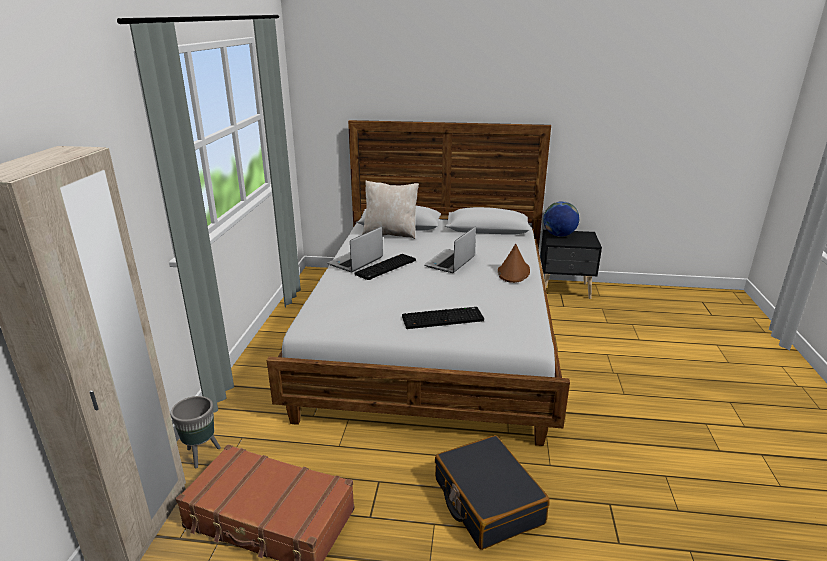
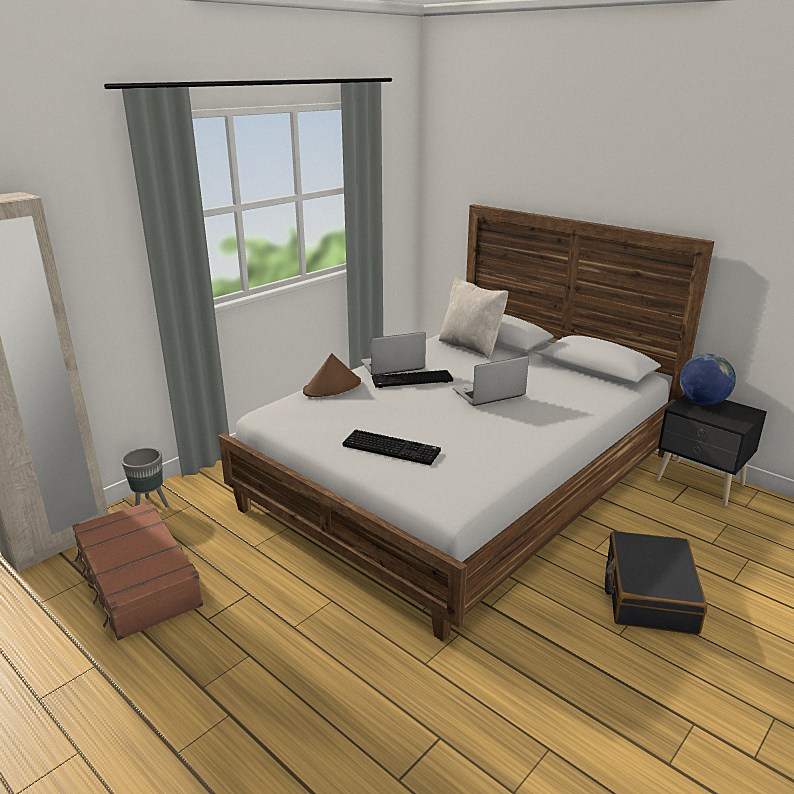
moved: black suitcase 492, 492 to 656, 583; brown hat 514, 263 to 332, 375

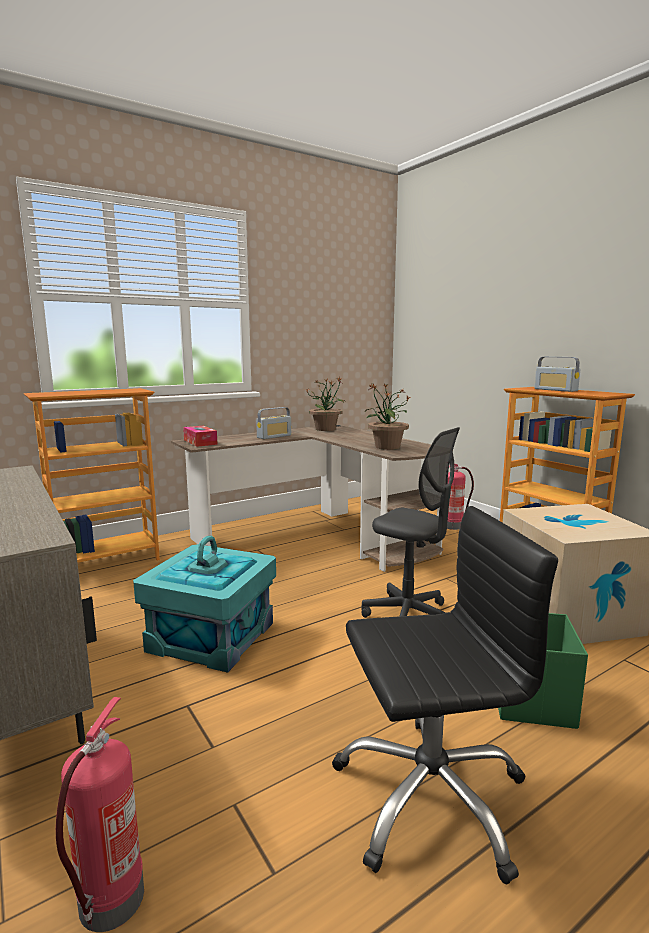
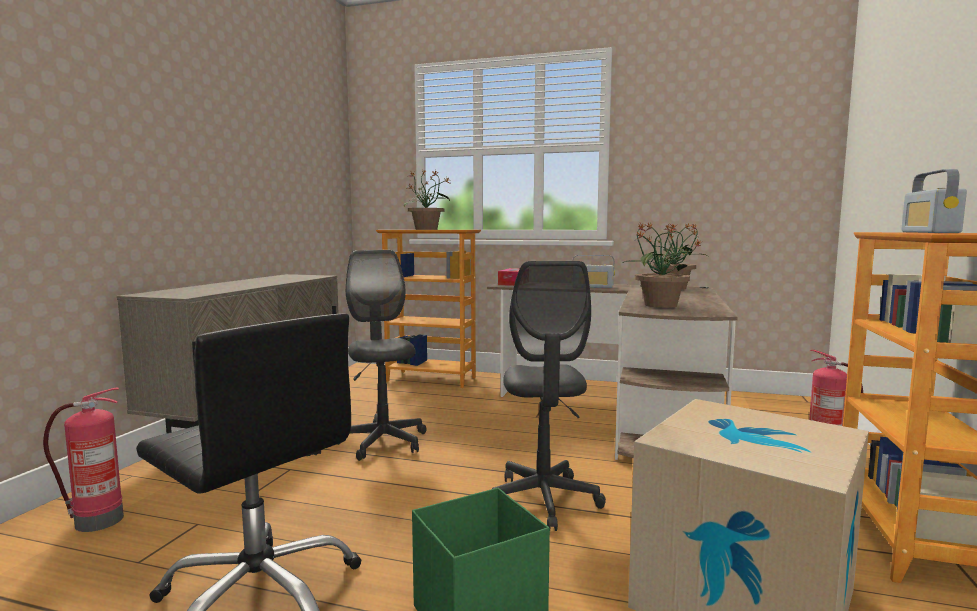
added: potted plant 427, 199
replaced: turquoise storage box 204, 604 to grey office chair 381, 355

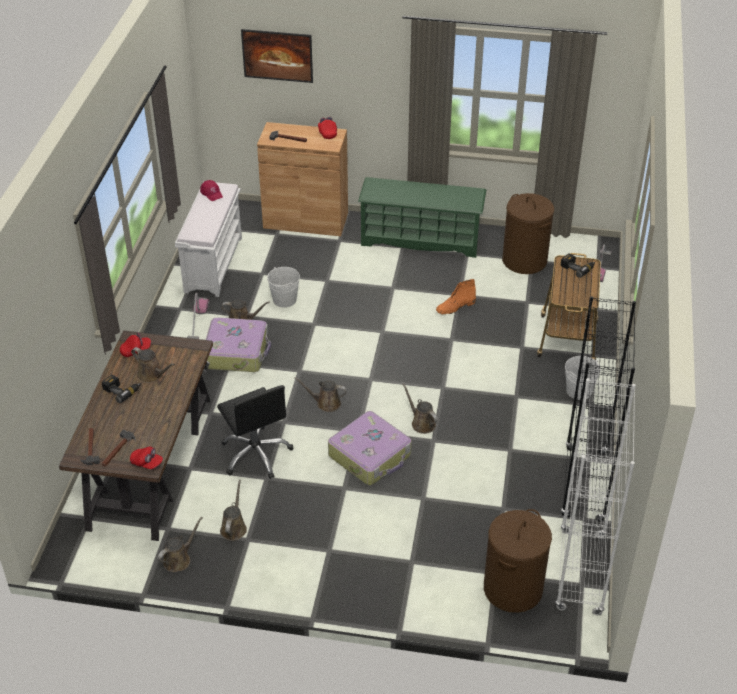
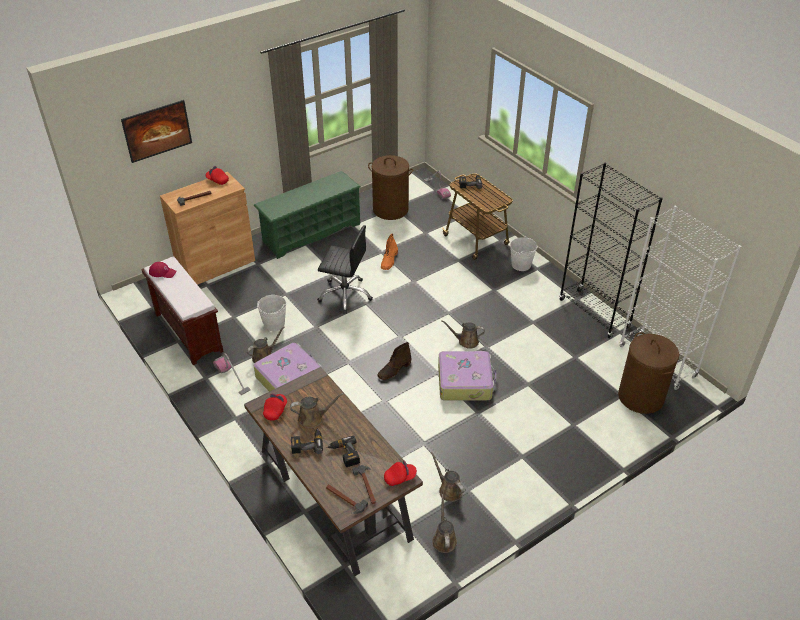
added: power drill 343, 451
moved: black office chair 255, 432 to 345, 269
replaced: brown watering can 320, 394 to brown boot 394, 361
recoloured: white bench 208, 239 to brown bench 182, 310

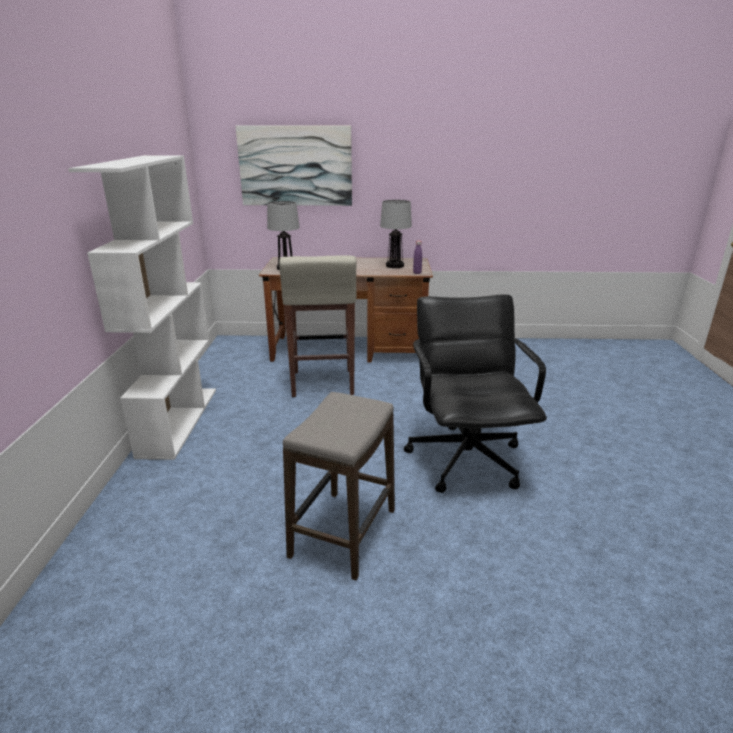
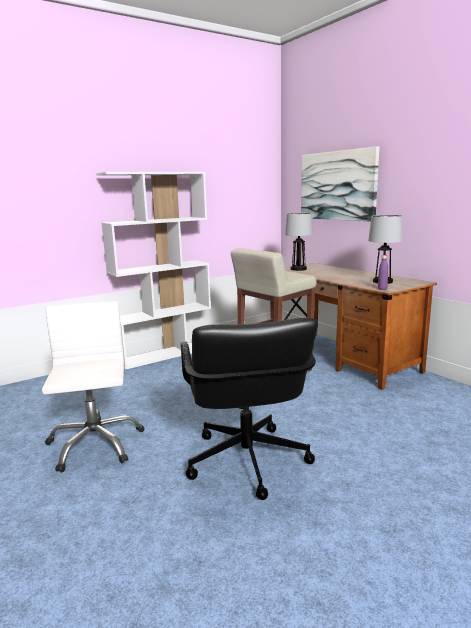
replaced: stool 339, 486 to white office chair 93, 387
turned: black office chair 475, 394 = 249, 409 120 degrees clockwise

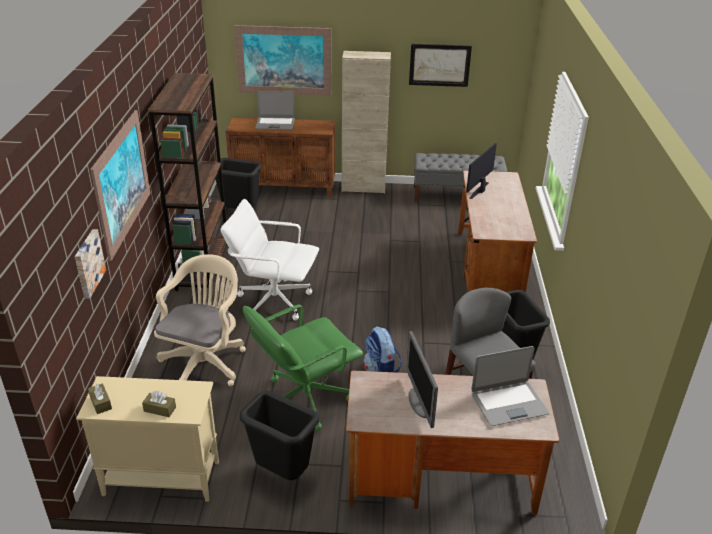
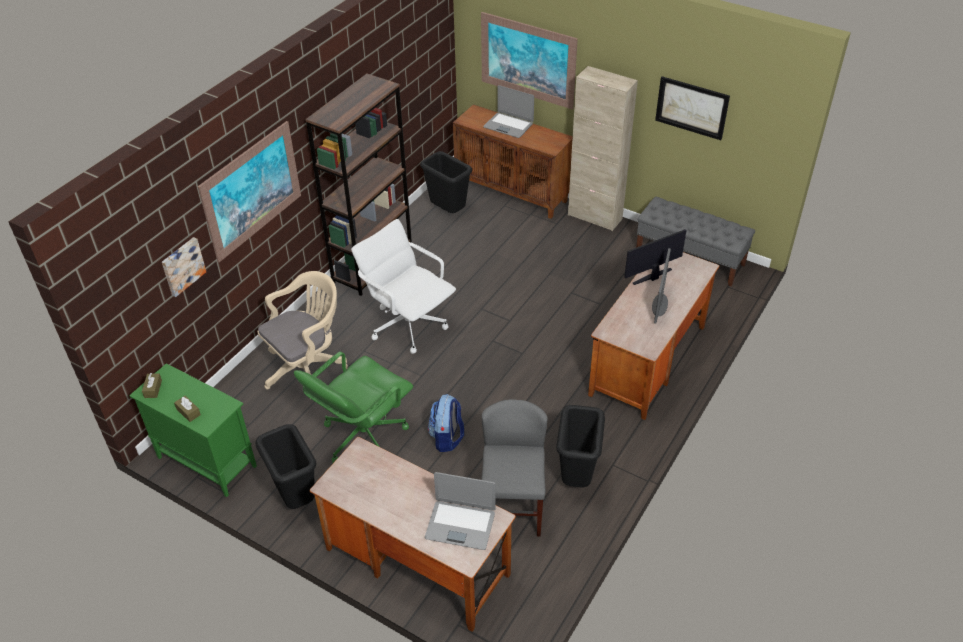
moved: monitor 422, 379 to 661, 285
recoloured: beige cabinet 147, 439 to green cabinet 193, 430
turned: green office chair 303, 367 = 353, 407 45 degrees counterclockwise

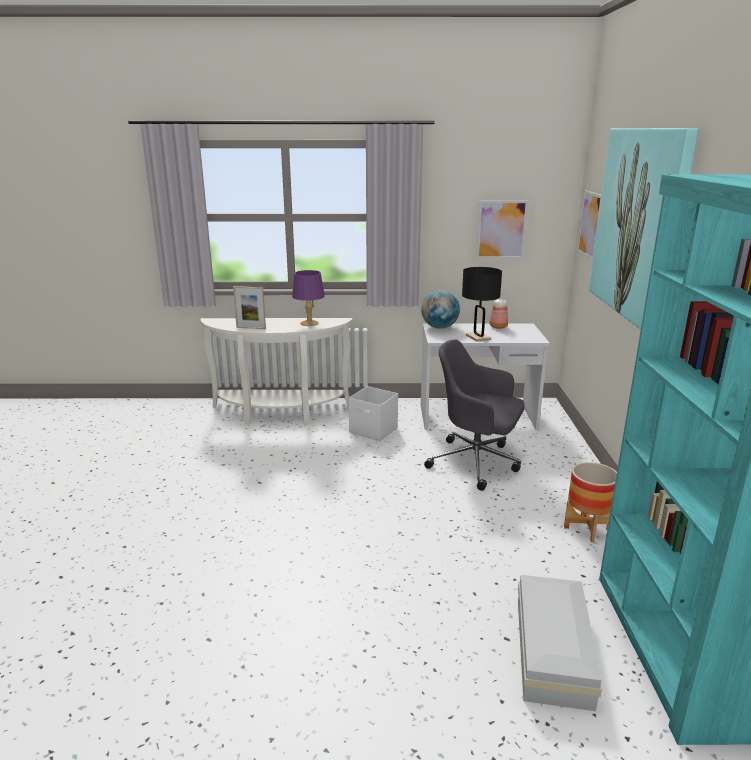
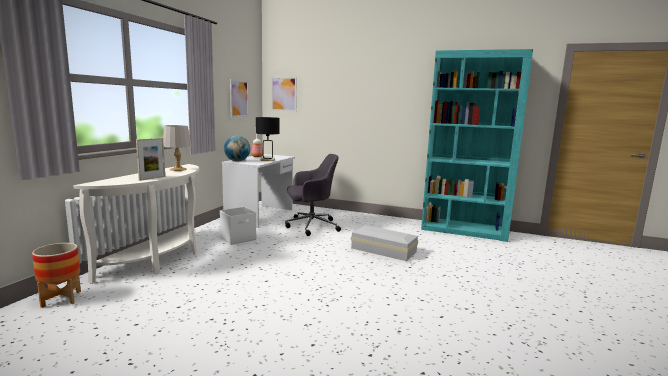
removed: picture 643, 229
moved: white storage box 560, 643 to 384, 243; planter 590, 502 to 56, 275
recoloured: purple table lamp 308, 298 to grey table lamp 177, 148
turned: grey office chair 474, 415 = 313, 195 150 degrees counterclockwise

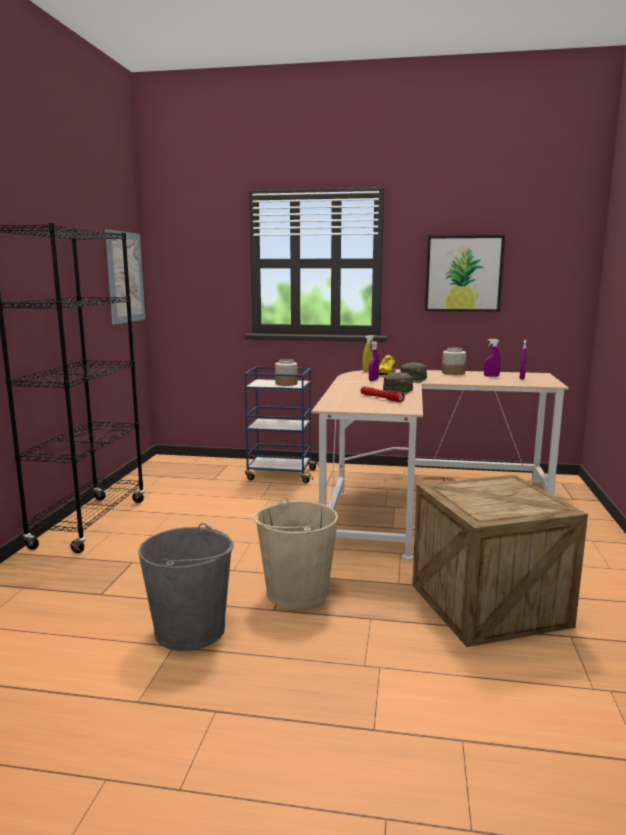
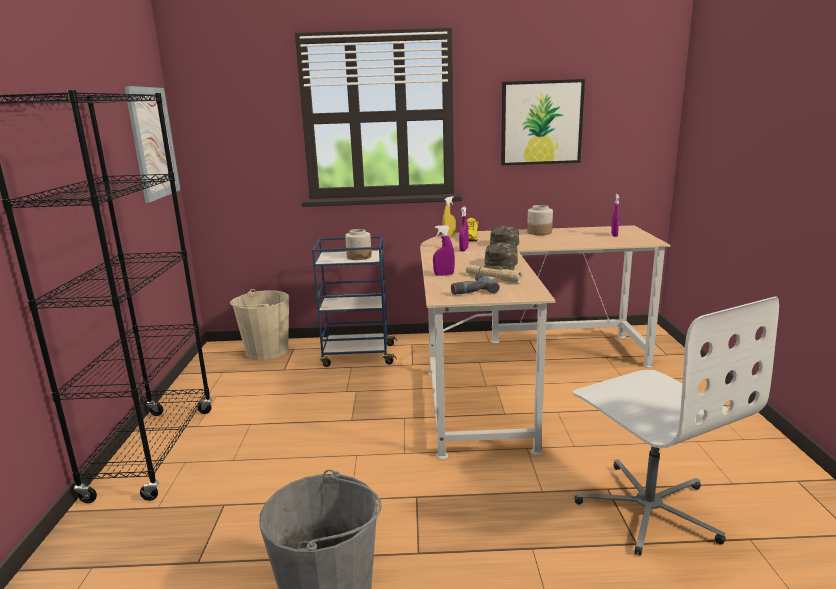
added: power drill 475, 284
moved: beige bucket 295, 553 to 259, 324; purple spray bottle 492, 358 to 444, 250
replaced: crate 500, 561 to white office chair 676, 426
recoloured: red flashlight 383, 394 to beige flashlight 494, 274

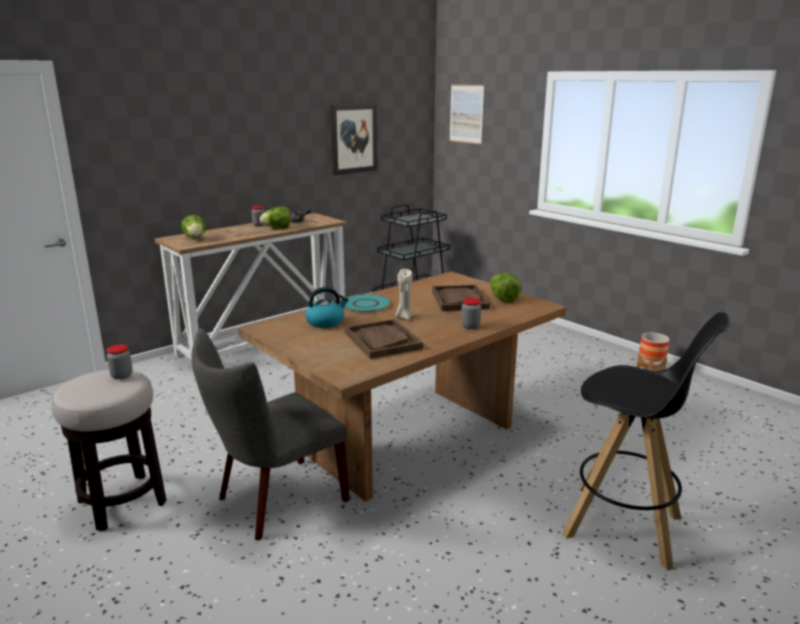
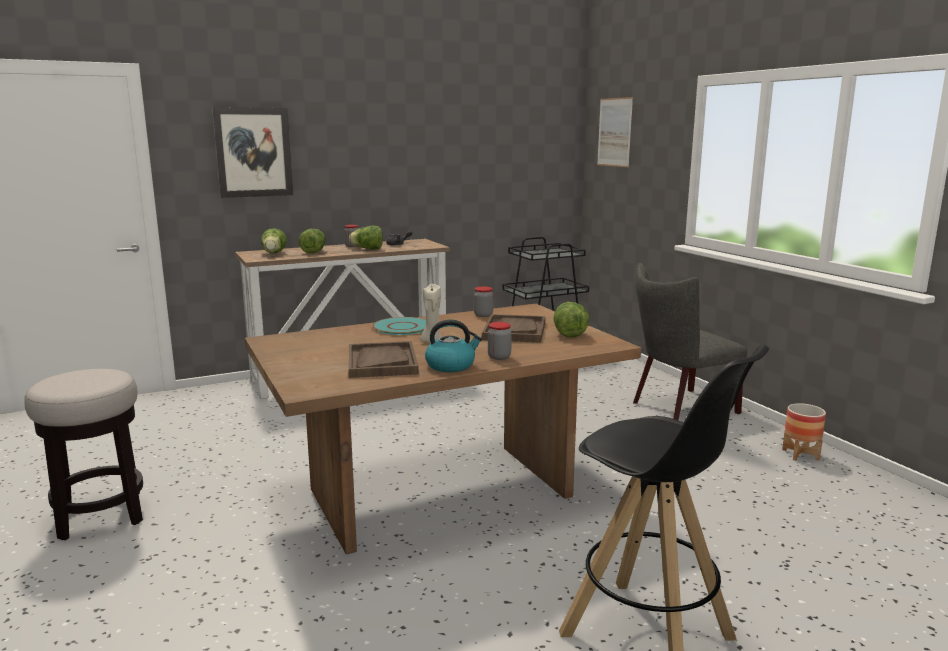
added: lettuce 312, 241
moved: jar 120, 361 to 483, 302; grey chair 270, 434 to 690, 341; kettle 327, 307 to 453, 345; picture 354, 139 to 252, 152

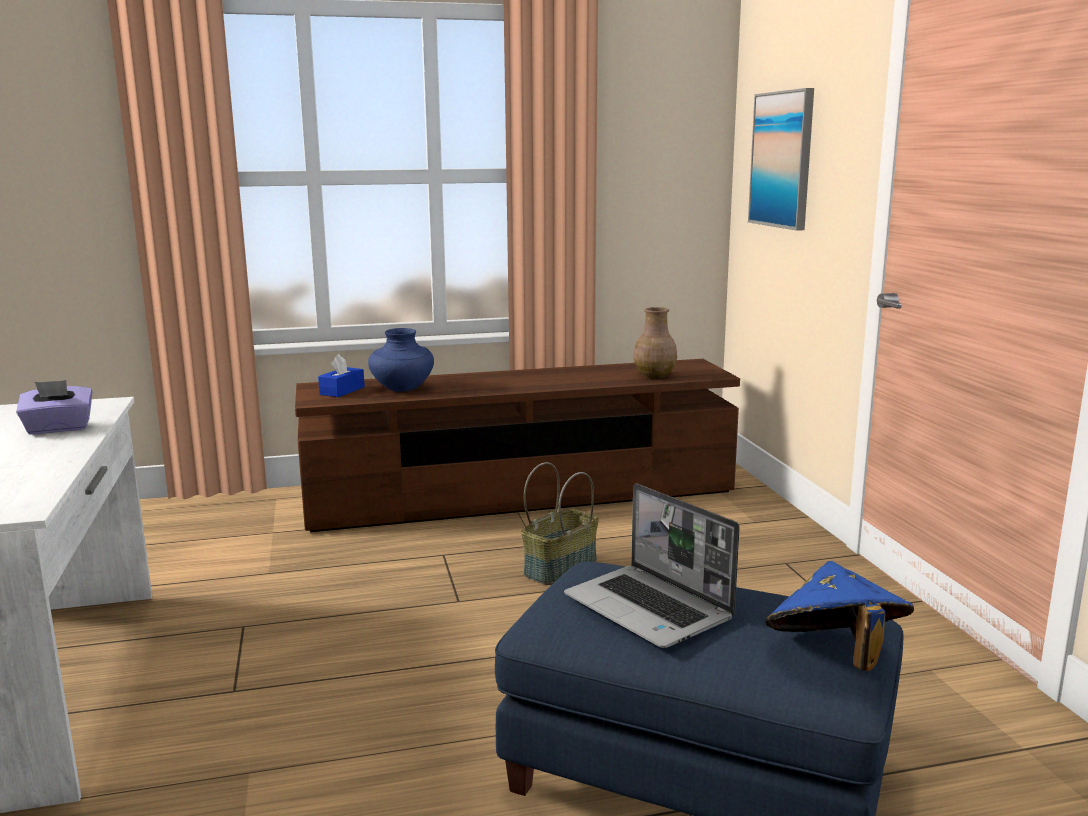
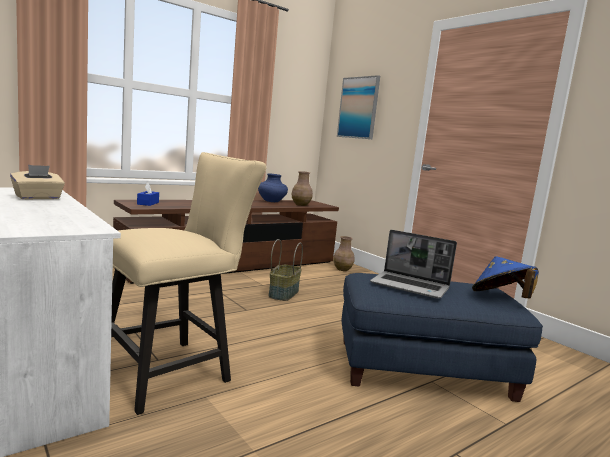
added: beige chair 188, 283; brown vase 343, 253
moved: blue vase 401, 360 to 273, 188
recoloured: purple tissue box 54, 407 to beige tissue box 37, 182

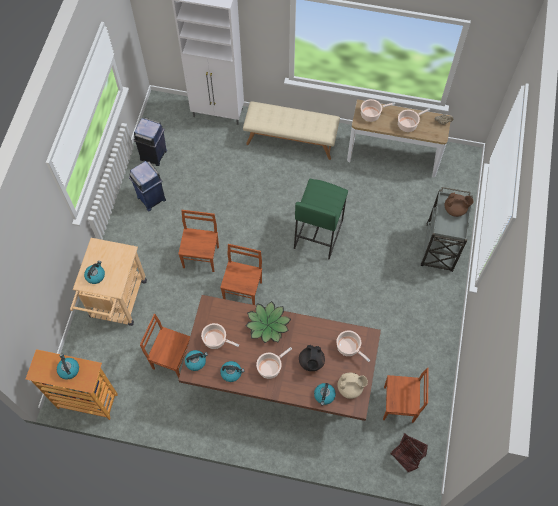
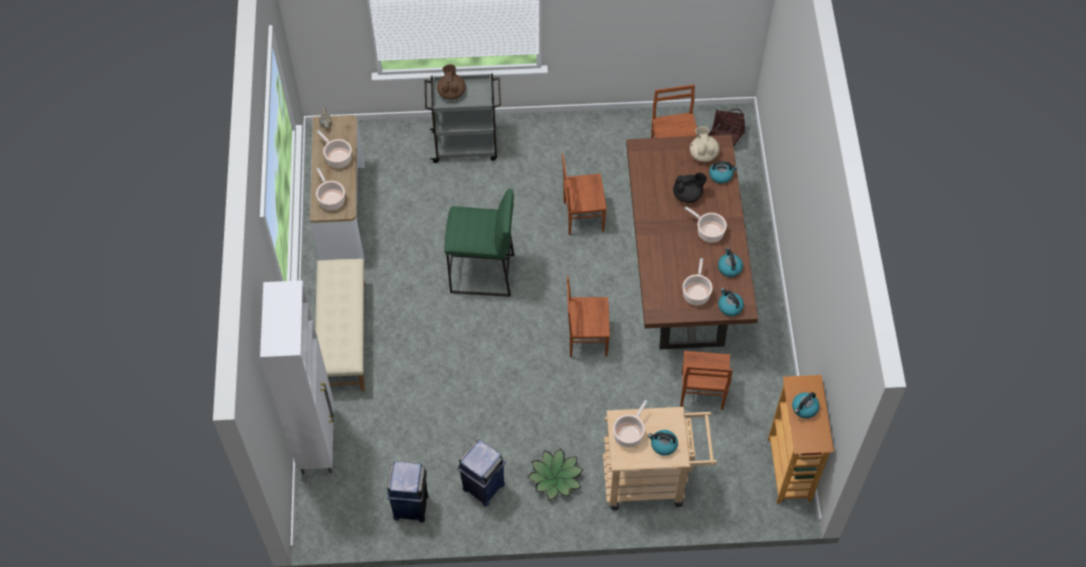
moved: brown chair 198, 241 to 584, 194; potted plant 268, 322 to 555, 474; cooking pot 353, 346 to 630, 424

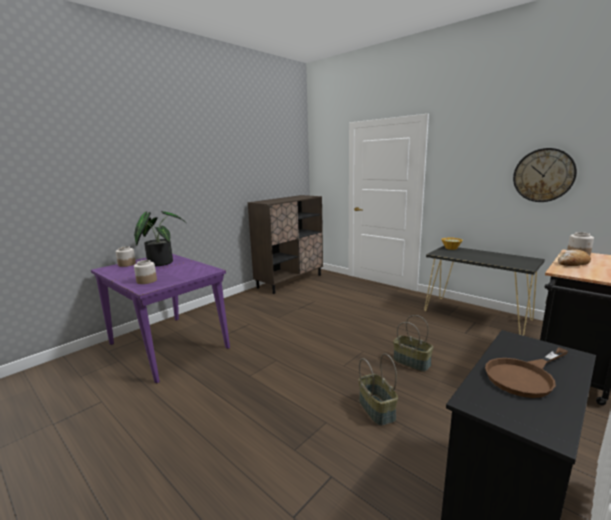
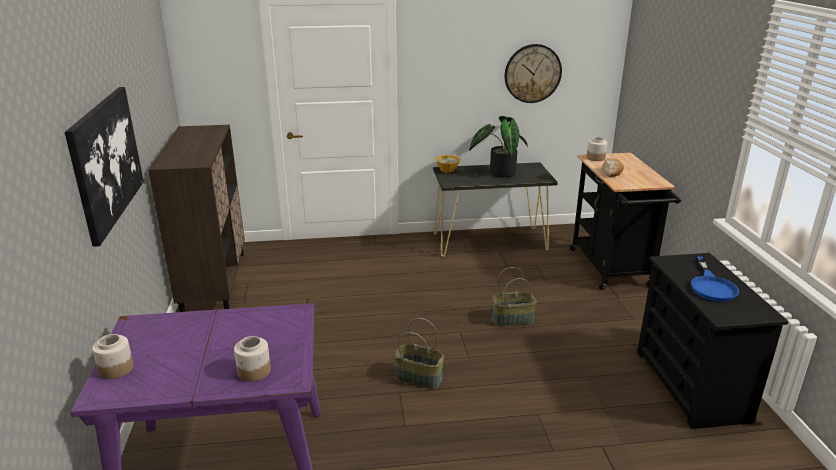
added: picture 104, 167
moved: potted plant 160, 238 to 498, 146; basket 378, 389 to 419, 353
recoloured: brown frying pan 526, 372 to blue frying pan 715, 279

